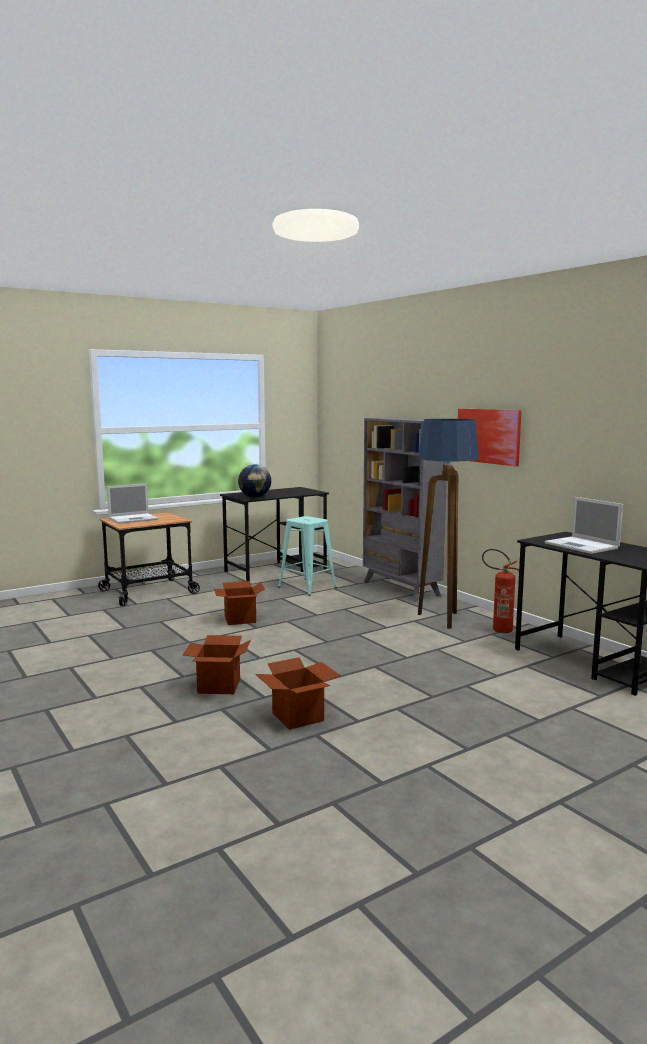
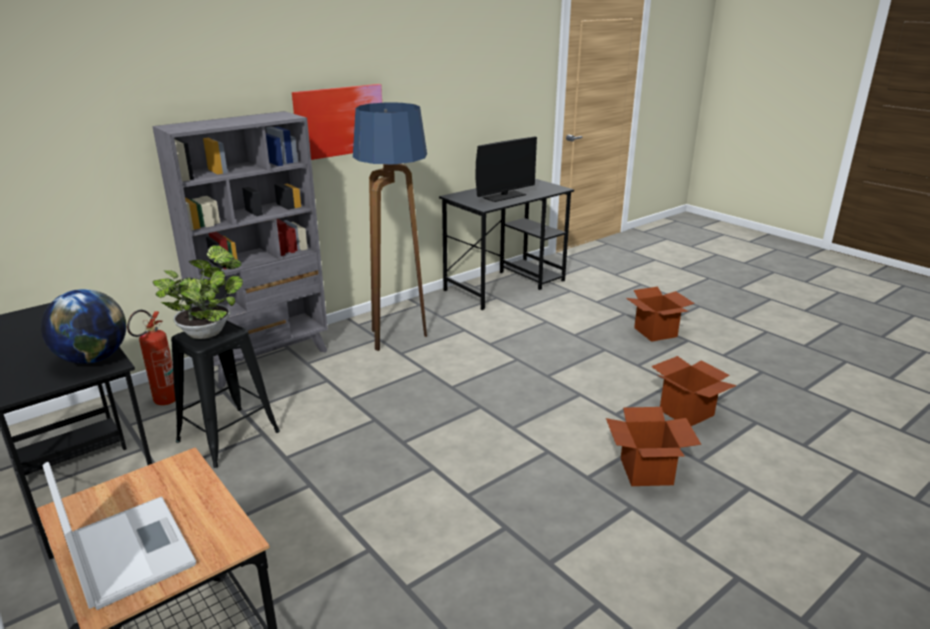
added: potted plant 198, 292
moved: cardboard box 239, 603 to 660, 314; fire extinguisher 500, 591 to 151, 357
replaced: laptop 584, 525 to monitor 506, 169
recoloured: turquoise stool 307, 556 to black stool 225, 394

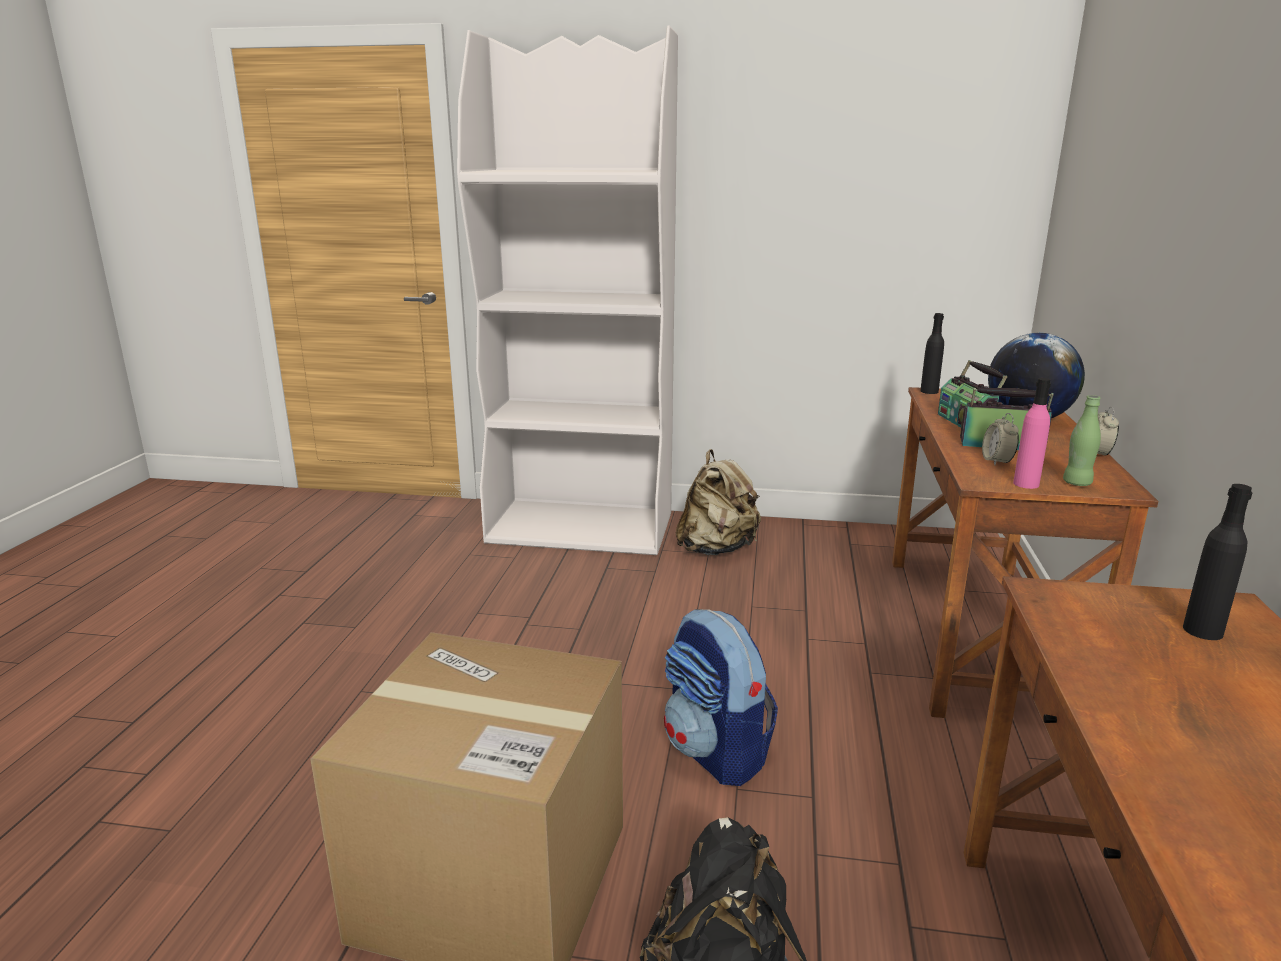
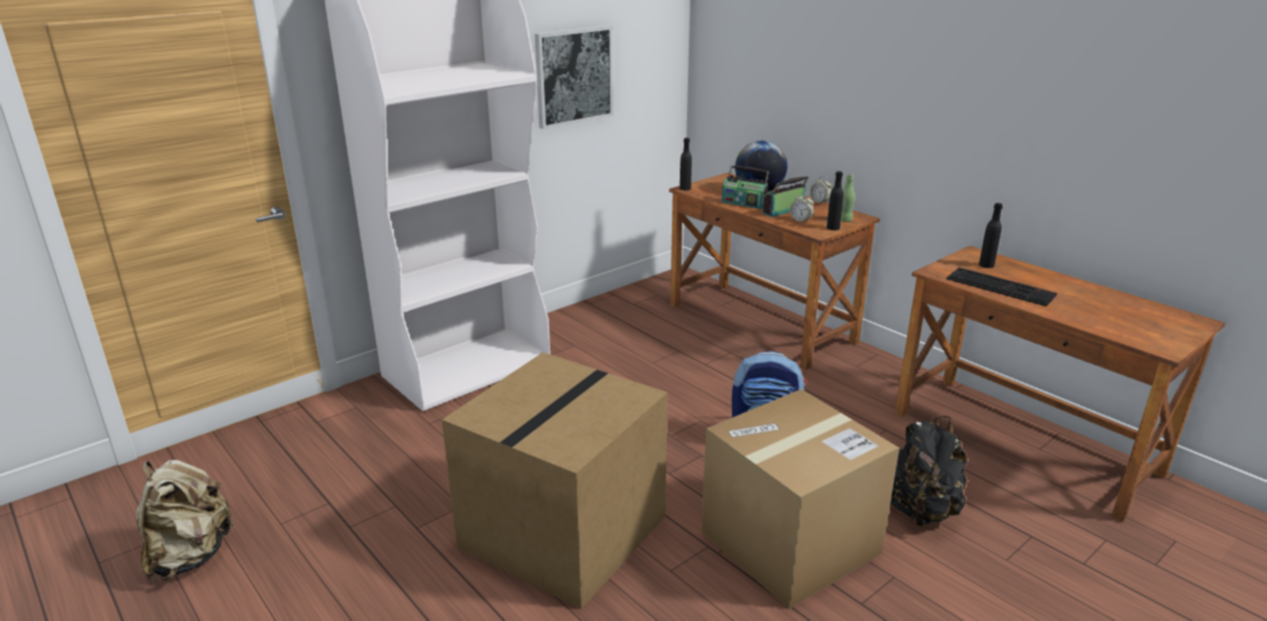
added: cardboard box 555, 480; picture 574, 77; keyboard 1002, 286
moved: beige backpack 718, 502 to 185, 520
recoloured: pink bottle 1032, 433 to black bottle 835, 200

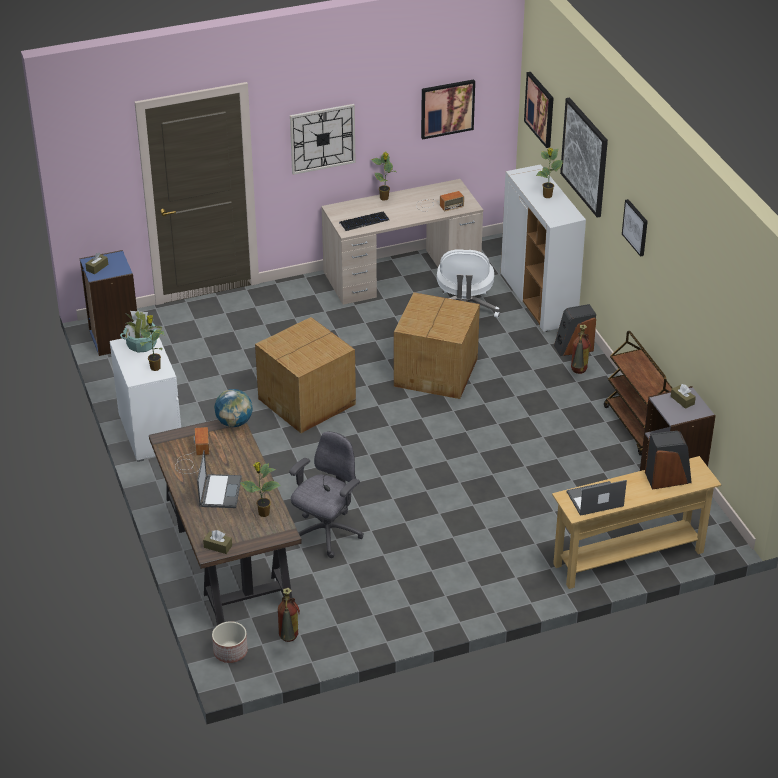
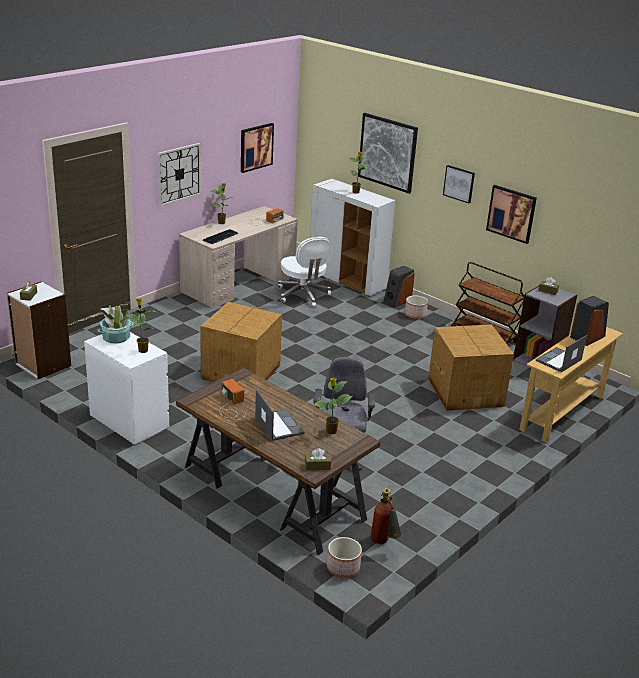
removed: globe 233, 408
moved: cardboard box 437, 345 to 471, 367; picture 539, 110 to 511, 214
replaced: fire extinguisher 581, 349 to planter 416, 307
recoloured: blue bookcase 108, 303 to white bookcase 39, 330

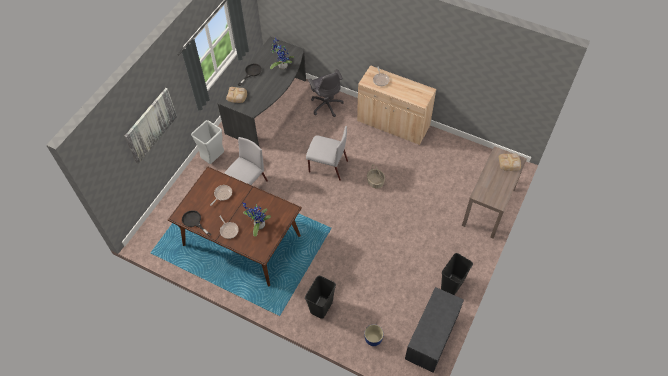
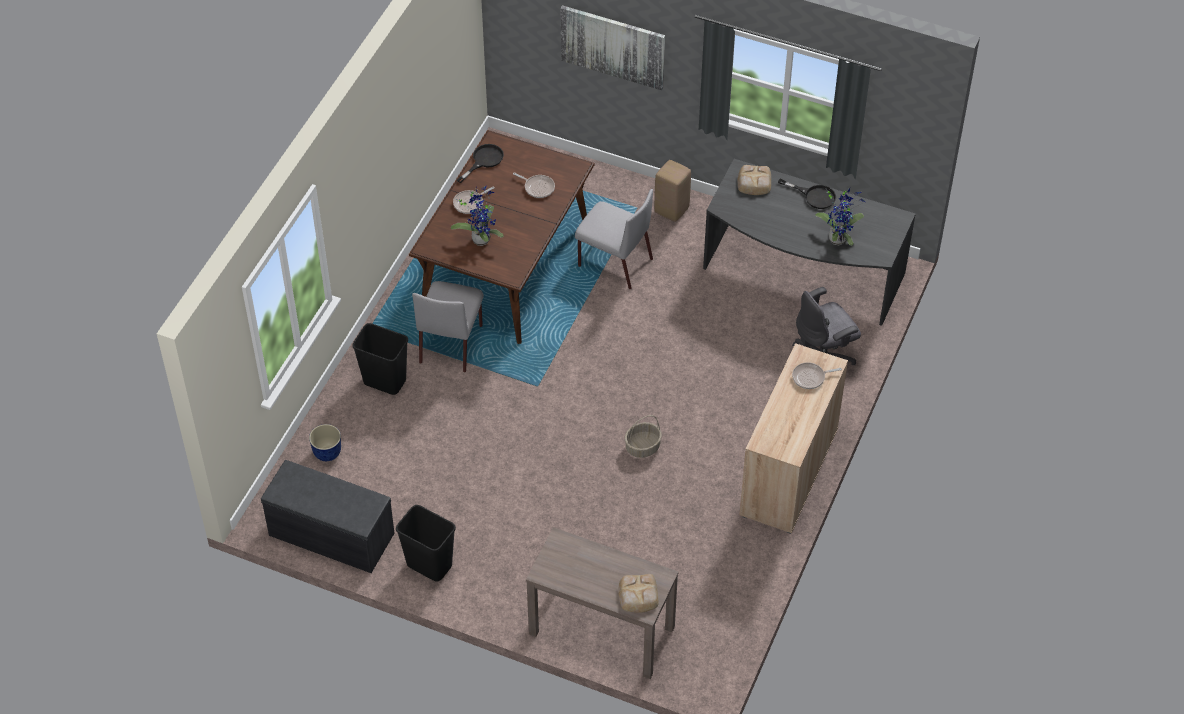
moved: grey chair 327, 153 to 448, 326
replaced: grey trash can 207, 142 to beige stool 672, 191

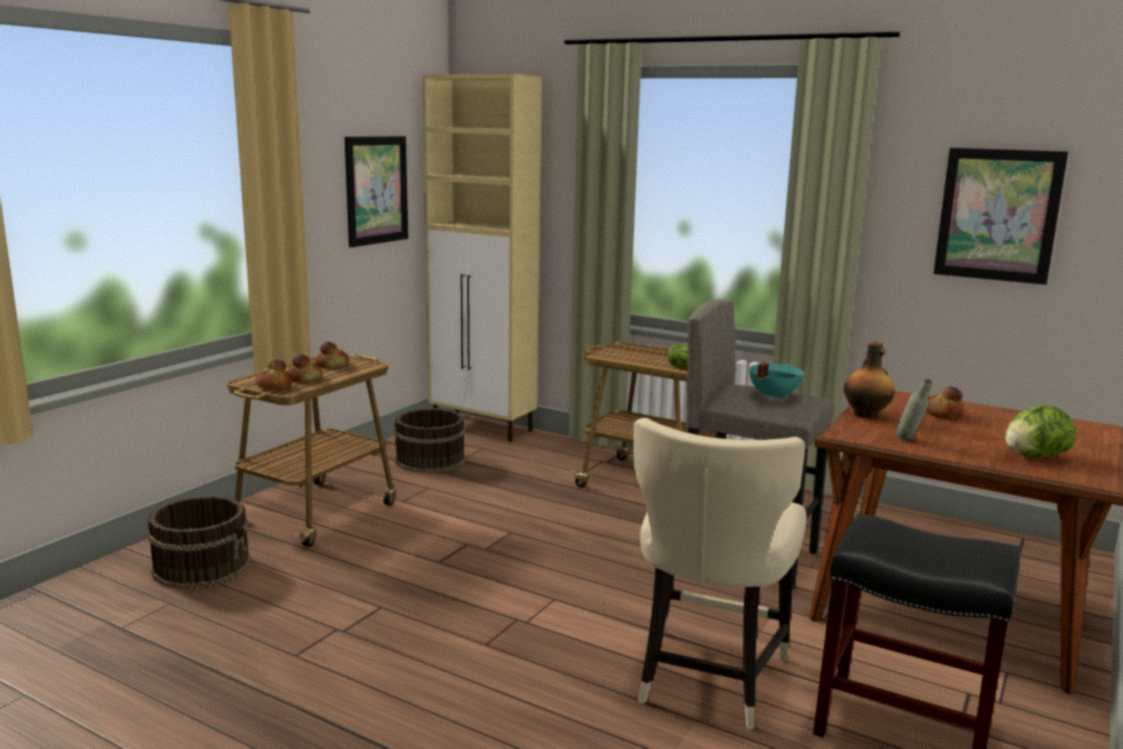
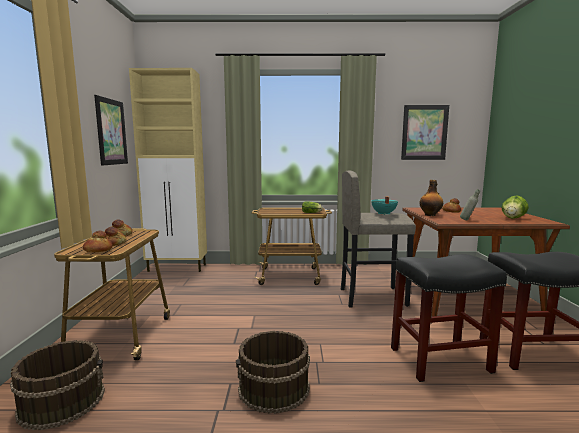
moved: brown bucket 430, 440 to 273, 372
replaced: beige chair 720, 573 to black stool 449, 318

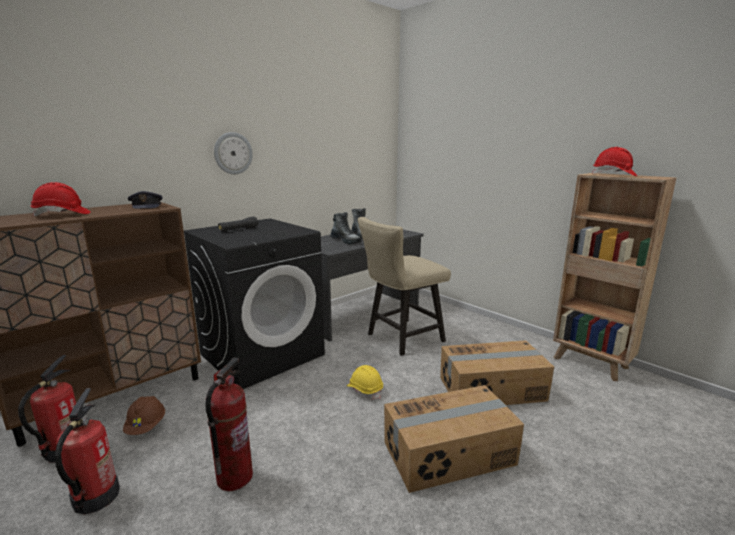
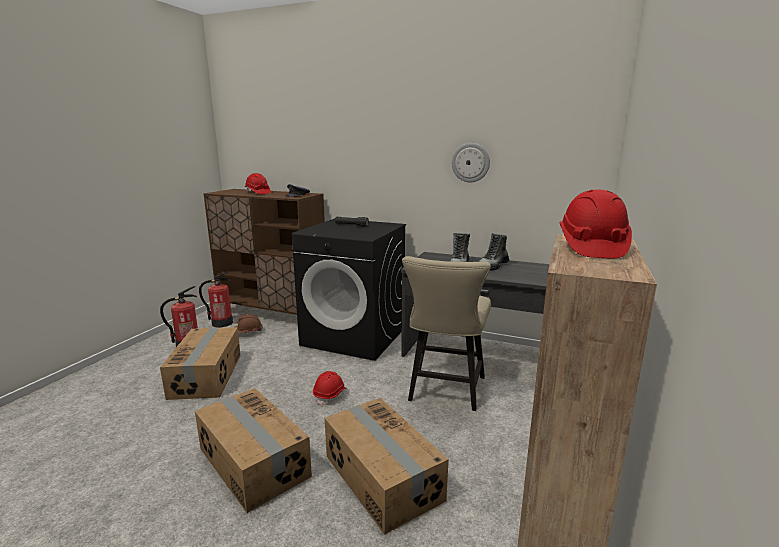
moved: wall clock 233, 153 to 471, 162
replaced: fire extinguisher 229, 424 to cardboard box 200, 363
recoloured: yellow hard hat 365, 382 to red hard hat 330, 388
turned: beige chair 404, 286 = 446, 333 105 degrees counterclockwise

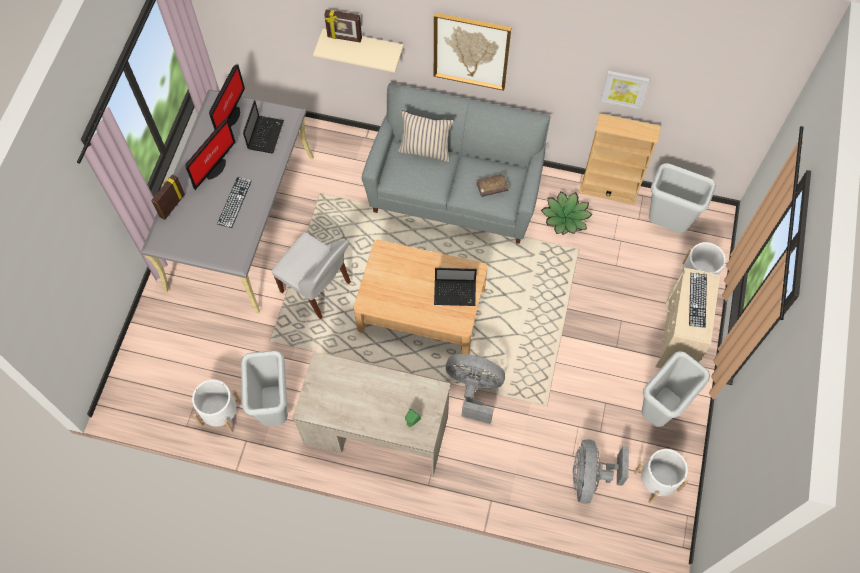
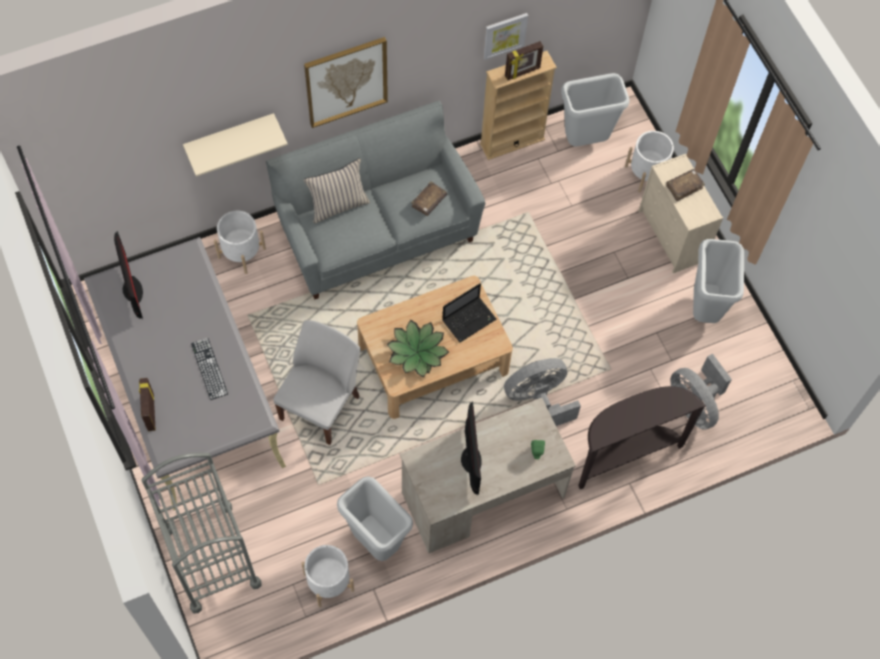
removed: laptop 263, 126
added: grey cart 201, 533; brown console table 642, 437
moved: monitor 210, 154 to 471, 448; picture frame 343, 26 to 524, 60; potted plant 566, 213 to 418, 348; white planter 661, 476 to 240, 242
replaced: keyboard 698, 300 to brown book 685, 185
turned: white chair 311, 275 = 317, 382 60 degrees counterclockwise

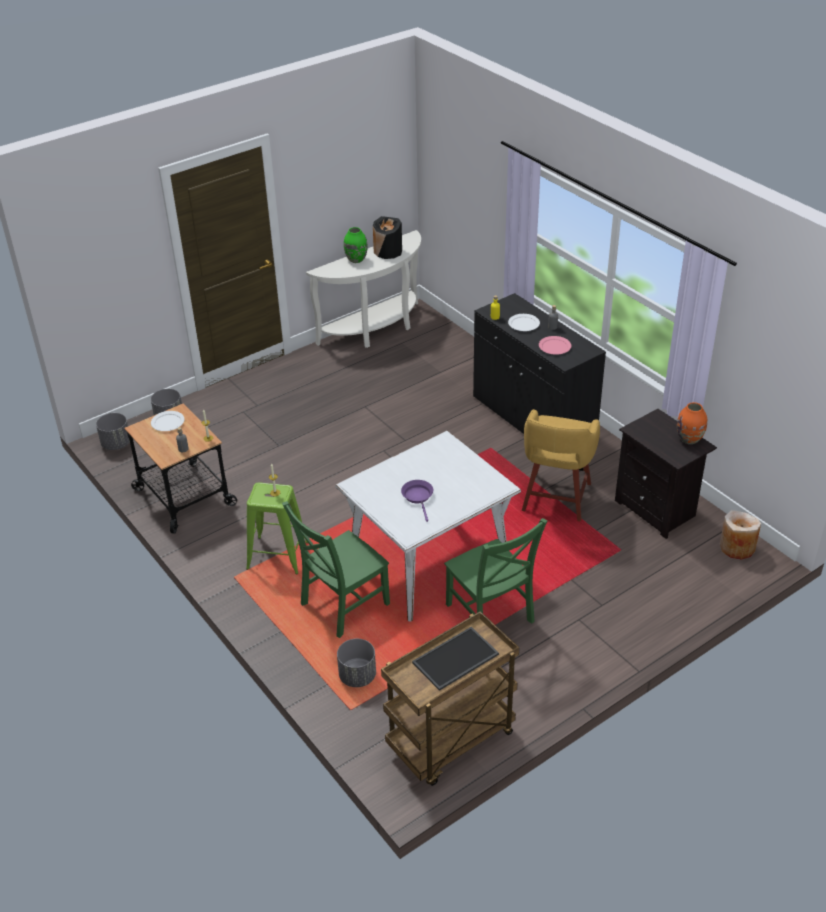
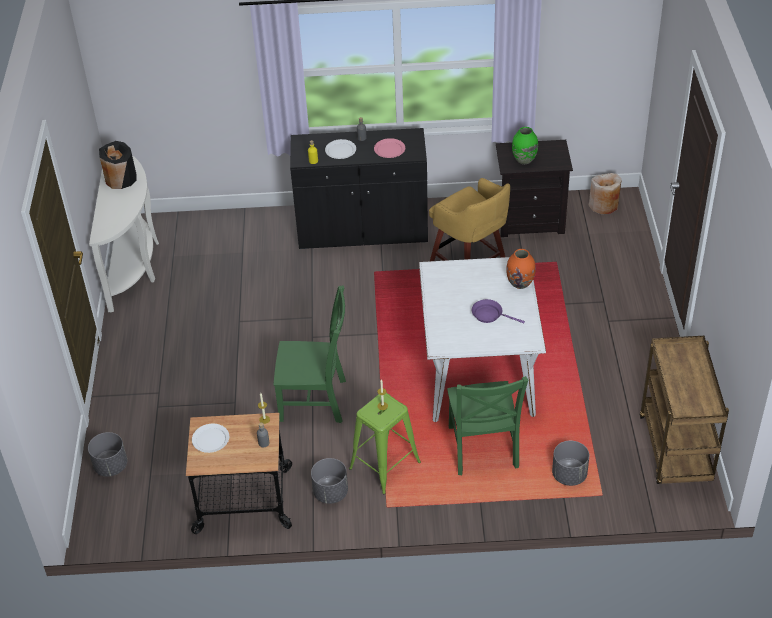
removed: tray 455, 659
moved: grey planter 113, 431 to 329, 481; green vase 356, 245 to 525, 145; green chair 495, 570 to 310, 354; orange vase 692, 423 to 521, 269

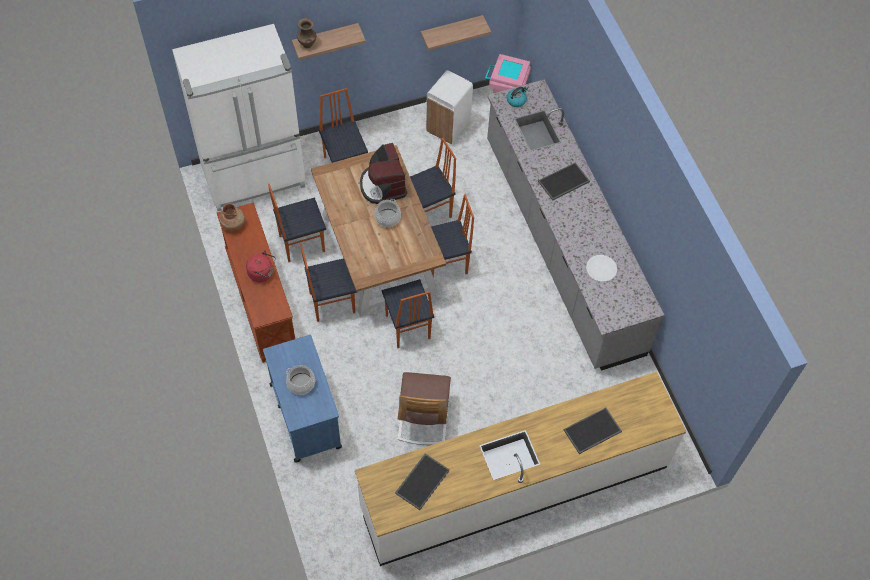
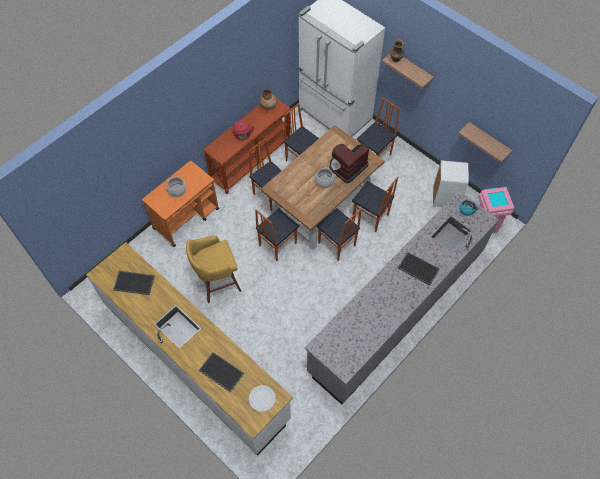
moved: white plate 601, 268 to 262, 398
replaced: chair 424, 408 to yellow stool 213, 269
recoloured: blue cart 302, 399 to orange cart 180, 204

